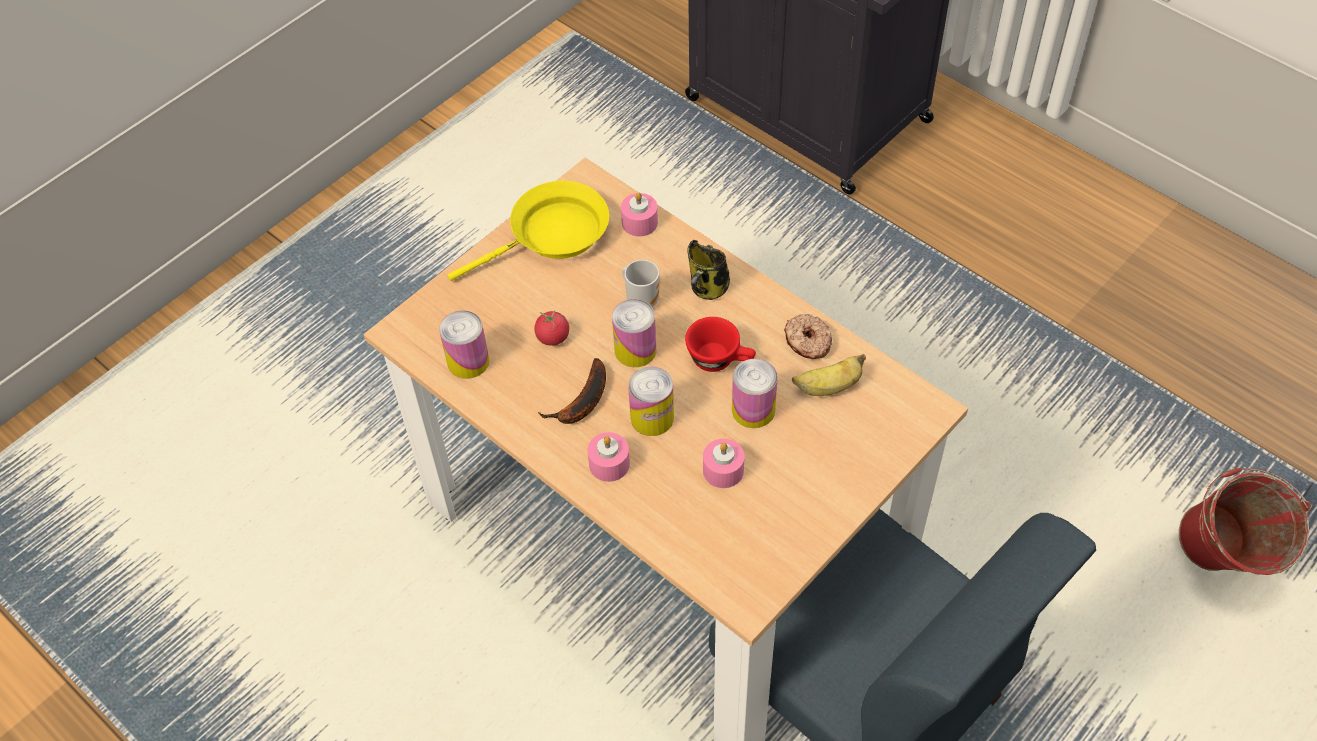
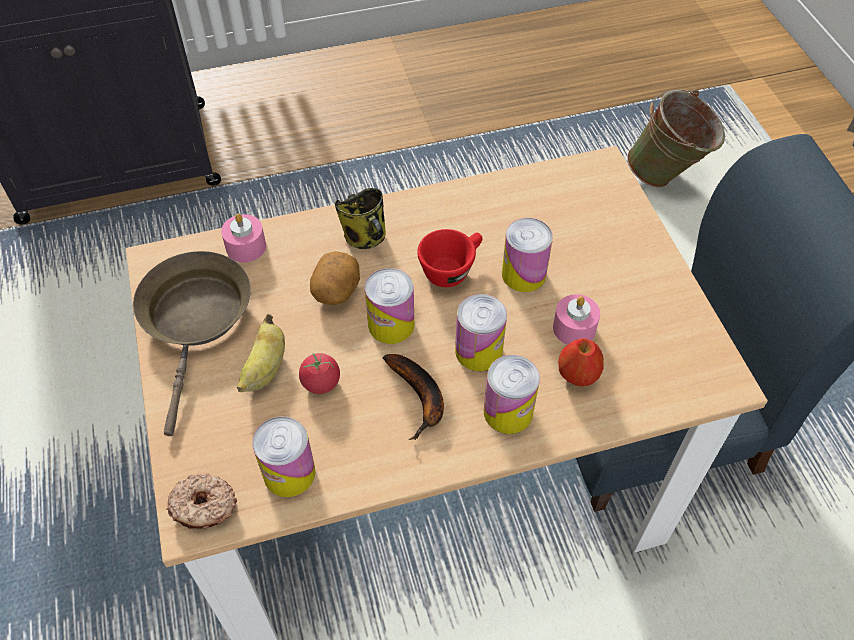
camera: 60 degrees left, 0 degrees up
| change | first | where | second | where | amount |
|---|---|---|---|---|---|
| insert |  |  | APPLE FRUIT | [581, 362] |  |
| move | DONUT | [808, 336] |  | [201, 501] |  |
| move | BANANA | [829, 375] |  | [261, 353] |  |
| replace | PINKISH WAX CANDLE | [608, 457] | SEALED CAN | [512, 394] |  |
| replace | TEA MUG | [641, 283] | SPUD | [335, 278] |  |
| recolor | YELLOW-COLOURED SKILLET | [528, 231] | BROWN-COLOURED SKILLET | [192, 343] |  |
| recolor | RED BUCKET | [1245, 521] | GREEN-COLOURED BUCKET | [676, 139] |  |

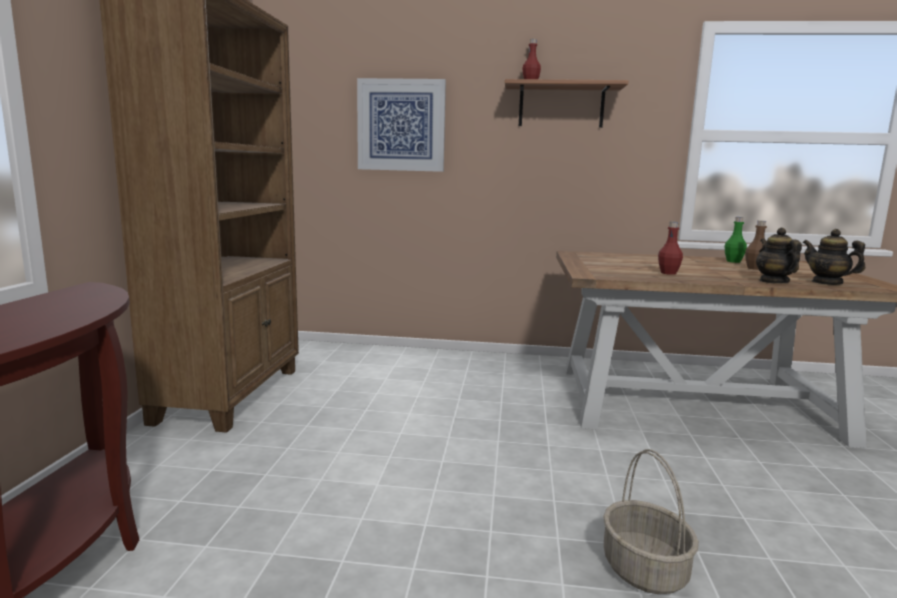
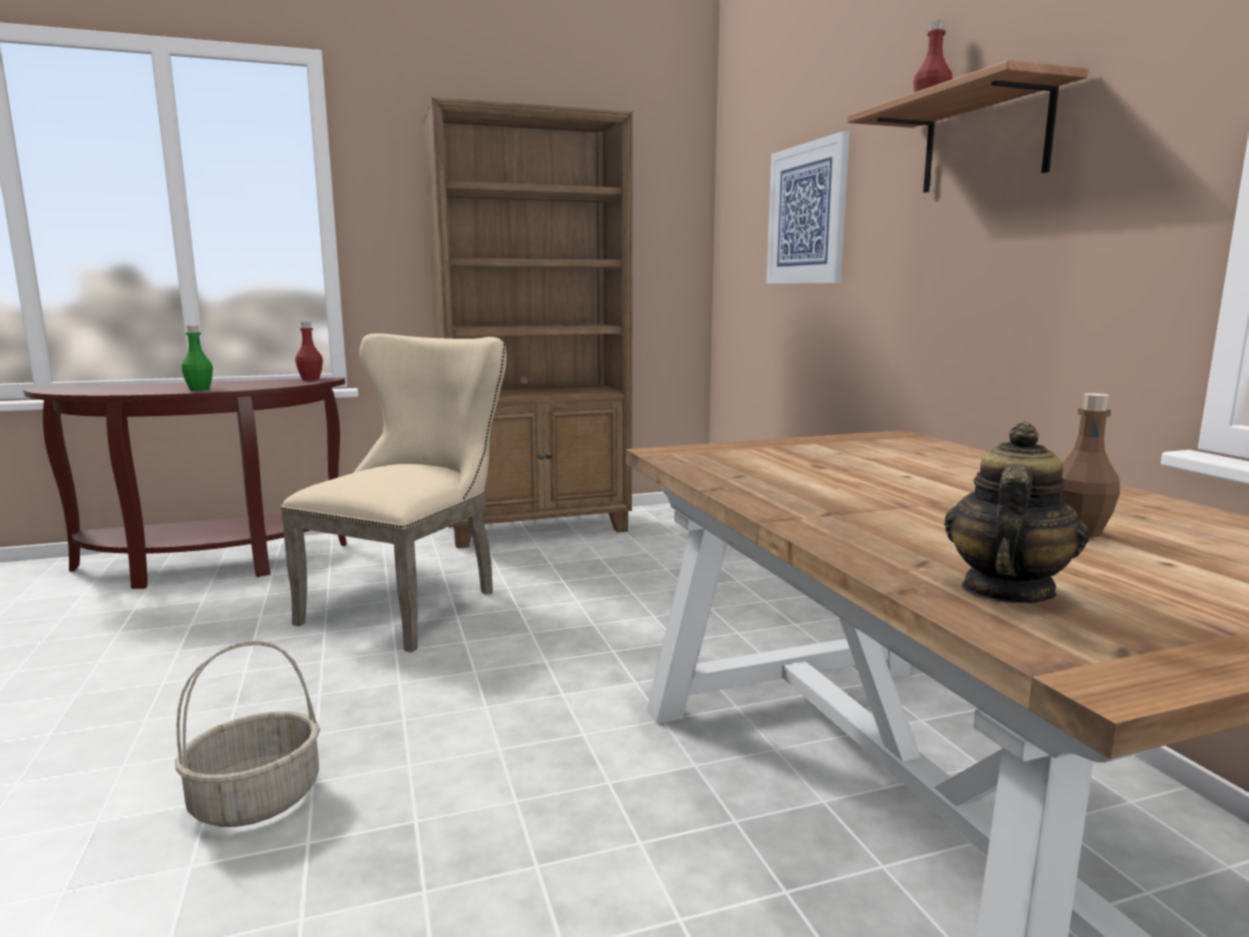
camera: 65 degrees right, 0 degrees up
| change | first | where | second | where | amount |
|---|---|---|---|---|---|
| delete | TEA POT | [779, 256] |  |  |  |
| insert |  |  | SAND-COLOURED CHAIR | [393, 492] |  |
| move | RED BOTTLE | [670, 248] |  | [309, 351] |  |
| move | GREEN-COLOURED BOTTLE | [736, 240] |  | [197, 358] |  |

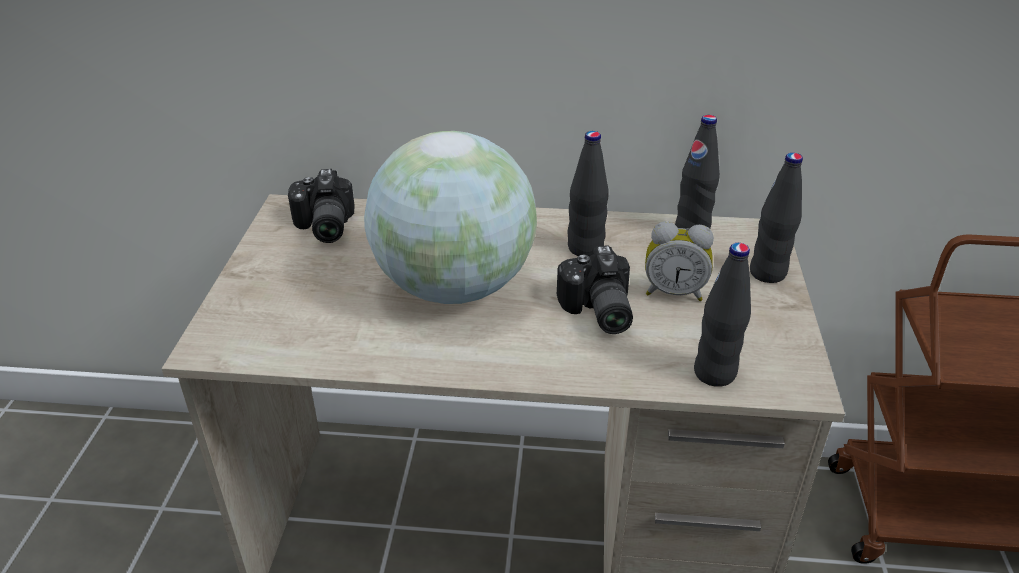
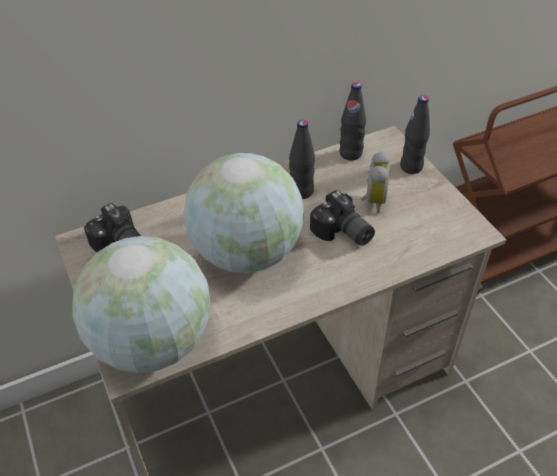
camera: 30 degrees left, 10 degrees up
| change | first | where | second | where | amount |
|---|---|---|---|---|---|
| delete | BLACKISH BOTTLE | [722, 315] |  |  |  |
| insert |  |  | GLOBE | [141, 304] |  |
| rotate | ALARM CLOCK | [679, 261] |  | [375, 182] | 60 degrees counterclockwise |

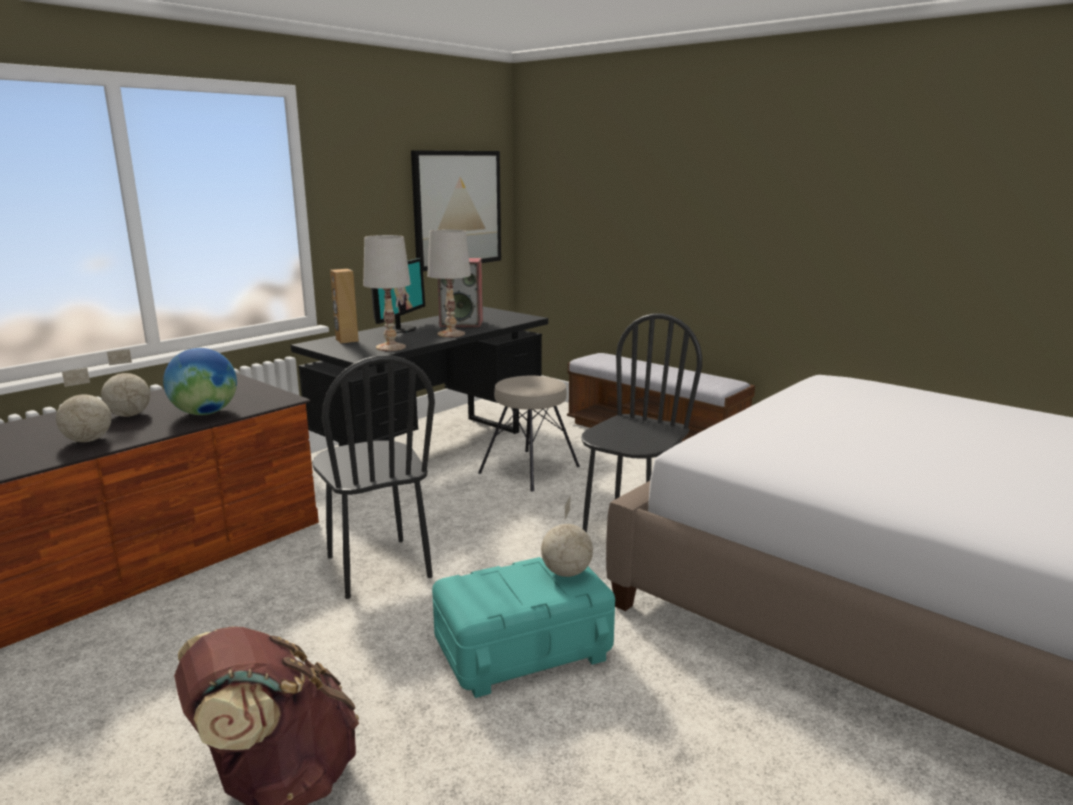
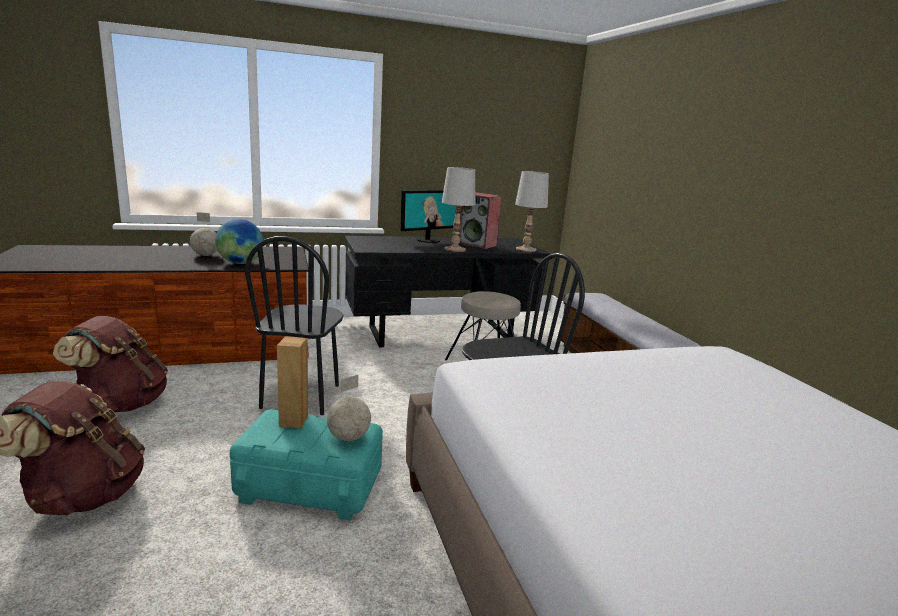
camera: 30 degrees right, 0 degrees up
| change | first | where | second | where | amount |
|---|---|---|---|---|---|
| delete | GLOBE | [83, 405] |  |  |  |
| delete | PICTURE | [456, 210] |  |  |  |
| insert |  |  | BROWN-COLOURED BACKPACK | [110, 364] |  |
| move | BROWN-COLOURED LOUDSPEAKER | [344, 306] |  | [292, 382] |  |
| move | WHITE TABLETOP LAMP | [387, 293] |  | [532, 211] |  |

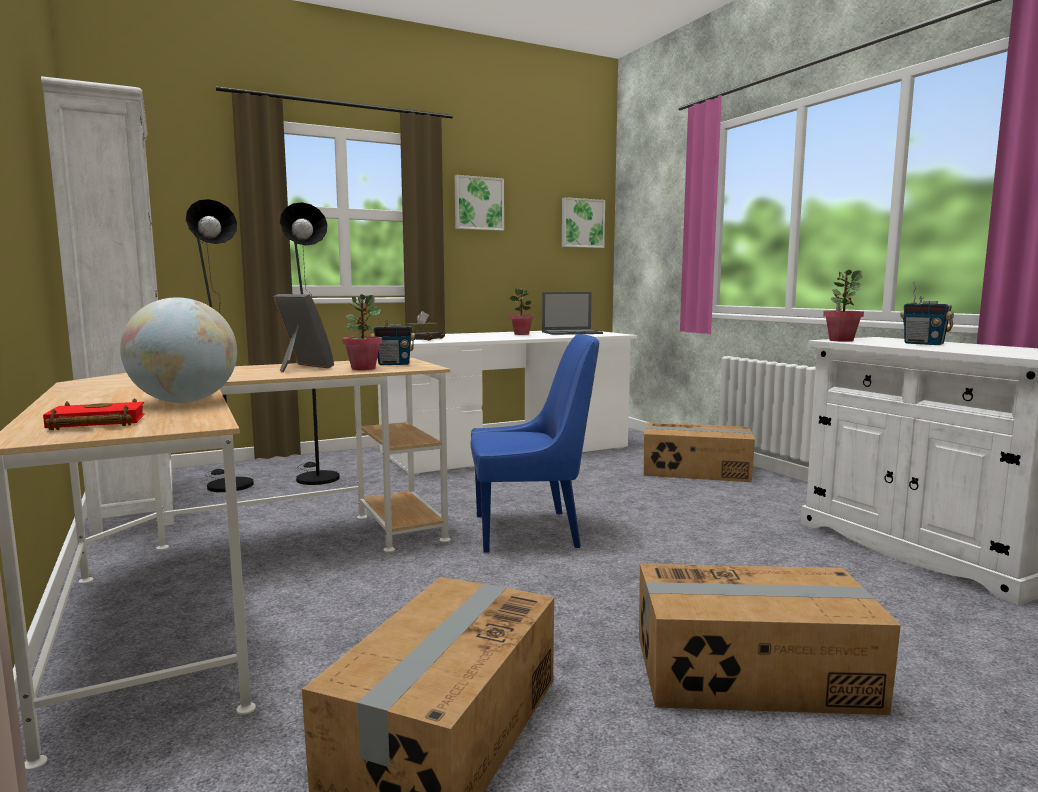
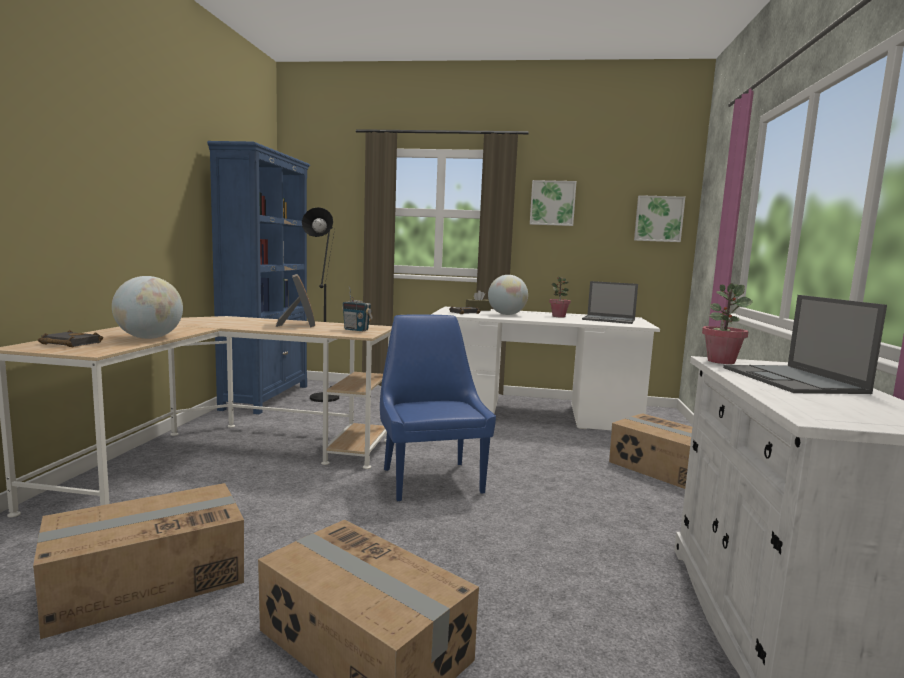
camera: 35 degrees right, 0 degrees up
| change | first | where | second | where | amount |
|---|---|---|---|---|---|
| delete | BLACKISH STANDING LAMP | [309, 343] |  |  |  |
| delete | HOUSEPLANT | [362, 332] |  |  |  |
| insert |  |  | GLOBE | [508, 295] |  |
| replace | RADIO RECEIVER | [927, 313] | LAPTOP | [805, 344] |  |
| recolor | WHITE SHELVING UNIT | [107, 306] | BLUE SHELVING UNIT | [258, 277] |  |
| recolor | RED BOUND BOOK | [94, 414] | BLACKISH BOUND BOOK | [70, 338] |  |
| rotate | BLUE CHAIR | [535, 443] |  | [438, 407] | 135 degrees counterclockwise |

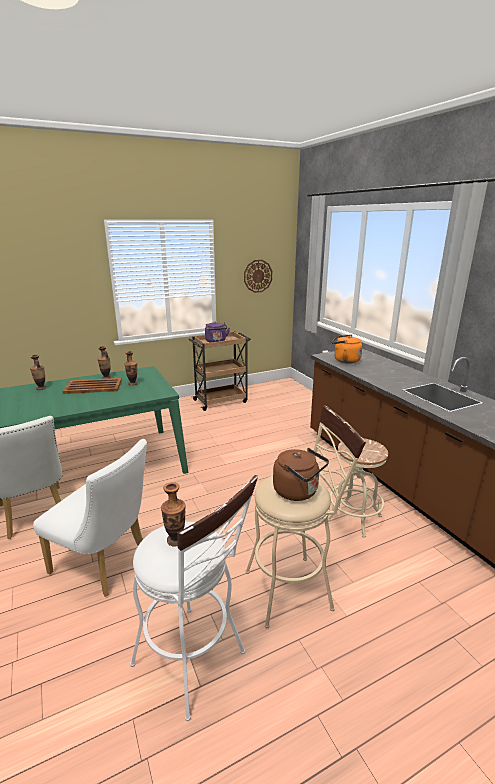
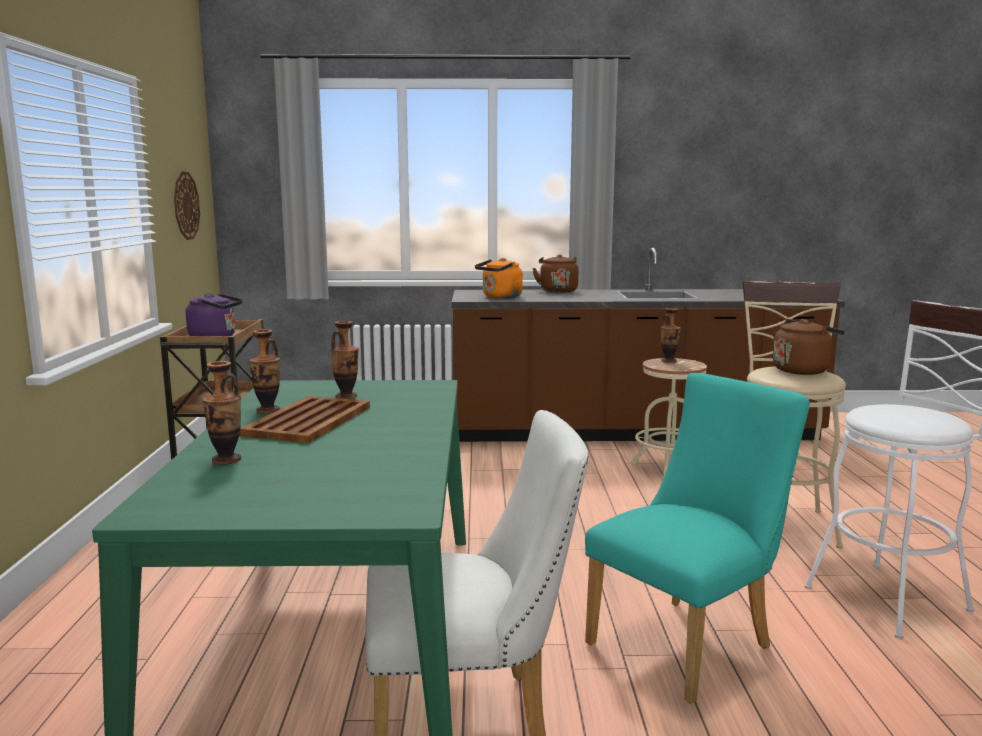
camera: 65 degrees left, 10 degrees down
| change | first | where | second | where | amount |
|---|---|---|---|---|---|
| insert |  |  | BROWN-COLOURED WATER KETTLE | [555, 273] |  |
| move | DECORATIVE VASE | [173, 514] |  | [671, 335] |  |
| recolor | WHITE CHAIR | [90, 518] | TURQUOISE CHAIR | [697, 538] |  |

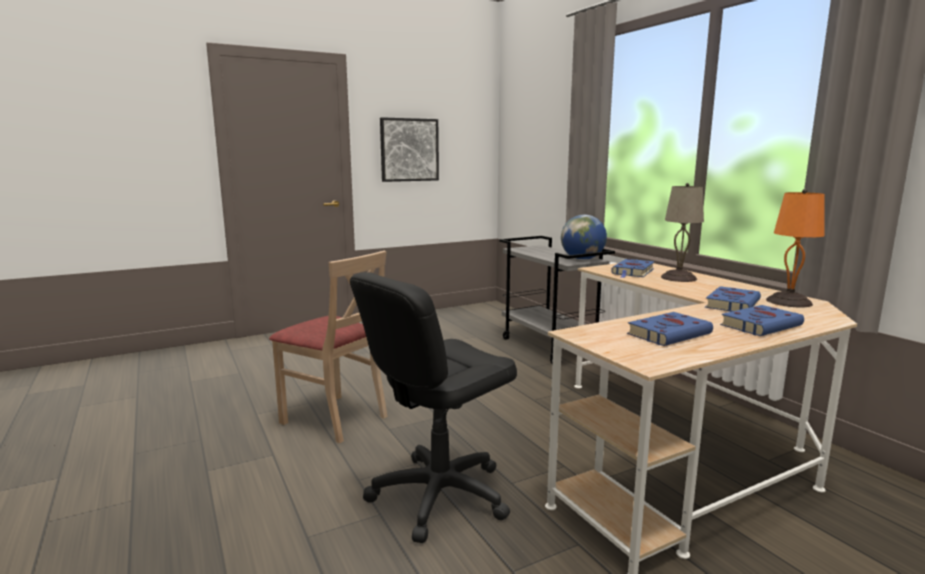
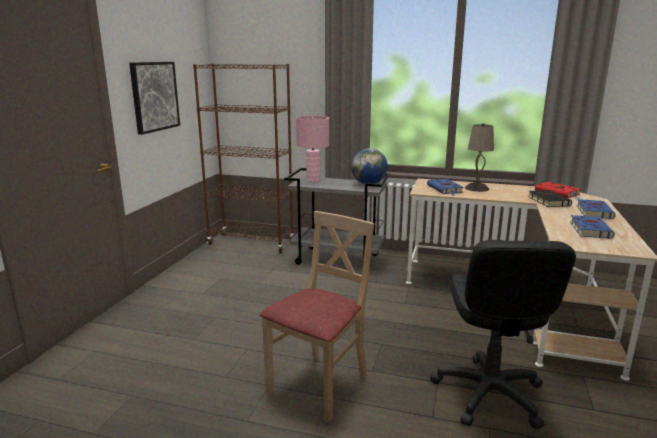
camera: 45 degrees left, 5 degrees up
| change | first | where | second | where | amount |
|---|---|---|---|---|---|
| insert |  |  | BROWN-COLOURED SHELVING UNIT | [243, 158] |  |
| insert |  |  | PINKISH TABLETOP LAMP | [312, 149] |  |
| replace | ORANGE TABLETOP LAMP | [795, 248] | RED BOUND BOOK | [557, 190] |  |
| recolor | BLUE BOUND BOOK | [733, 299] | BLACKISH BOUND BOOK | [550, 198] |  |
| rotate | SAND-COLOURED CHAIR | [328, 347] |  | [316, 316] | 45 degrees counterclockwise |

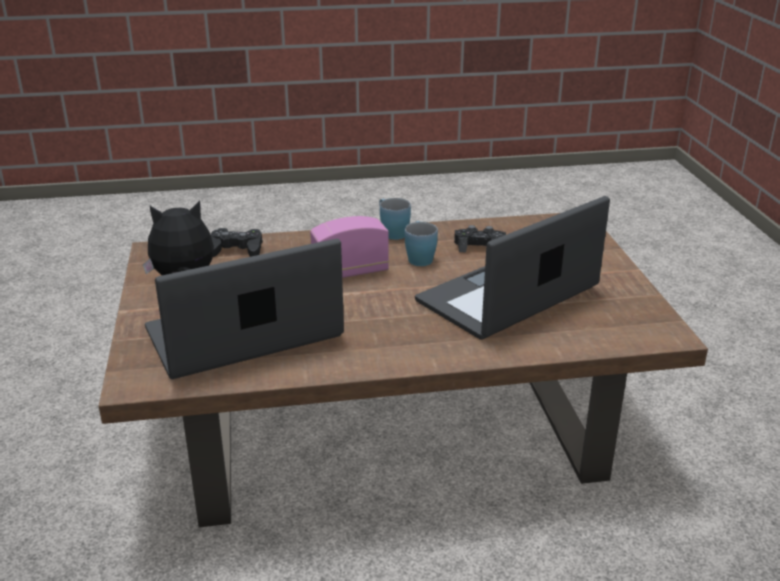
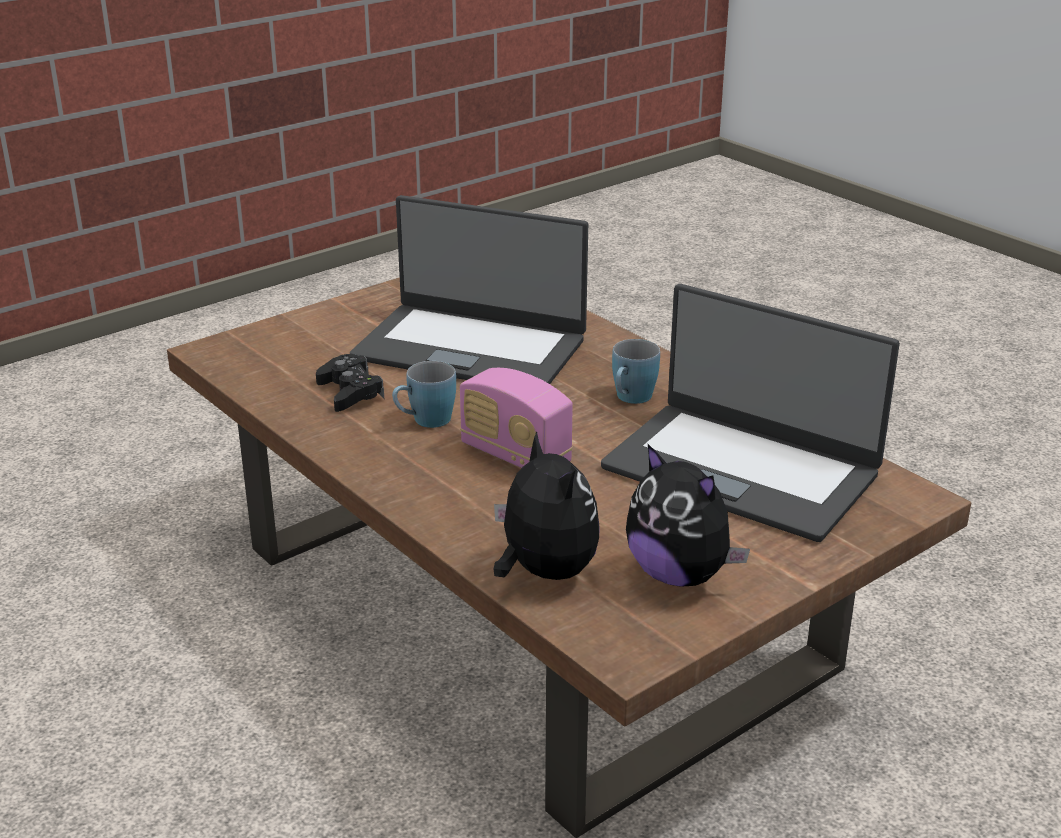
camera: 120 degrees left, 0 degrees up
| change | first | where | second | where | amount |
|---|---|---|---|---|---|
| move | BLUE TEA MUG | [395, 219] |  | [636, 371] |  |
| replace | BLACKISH GAMEPAD | [237, 242] | PLUSH TOY | [546, 505] |  |

